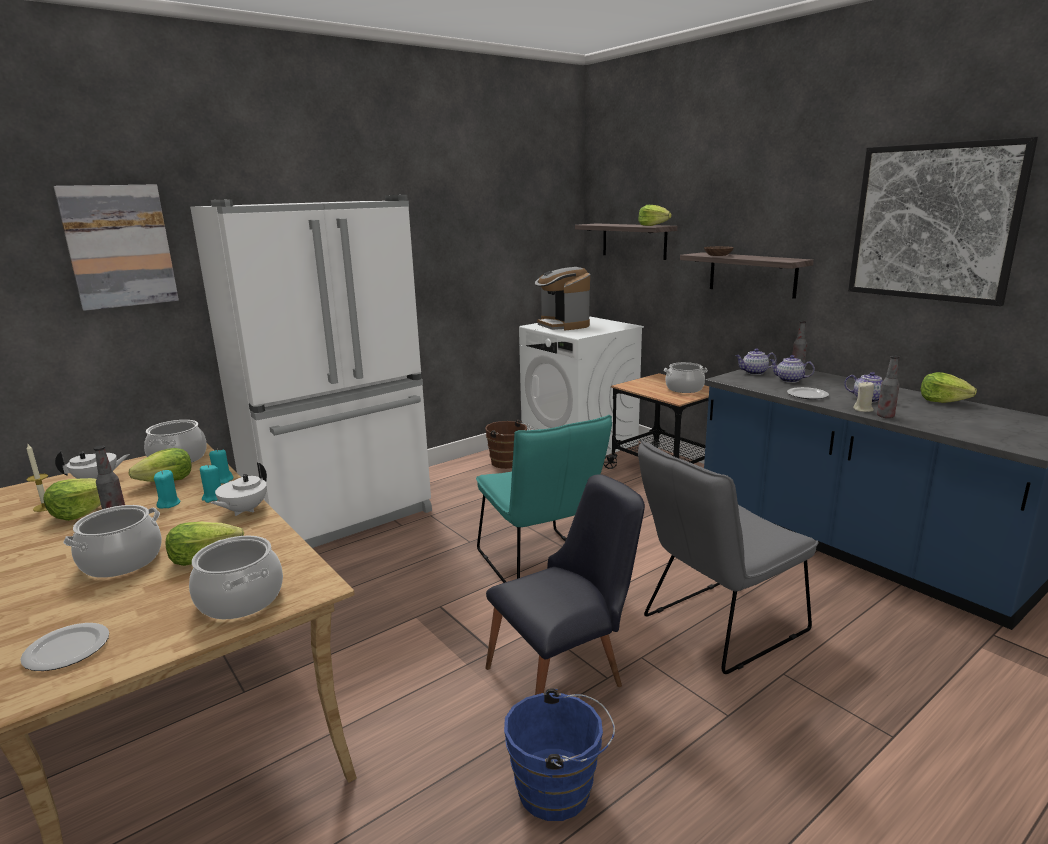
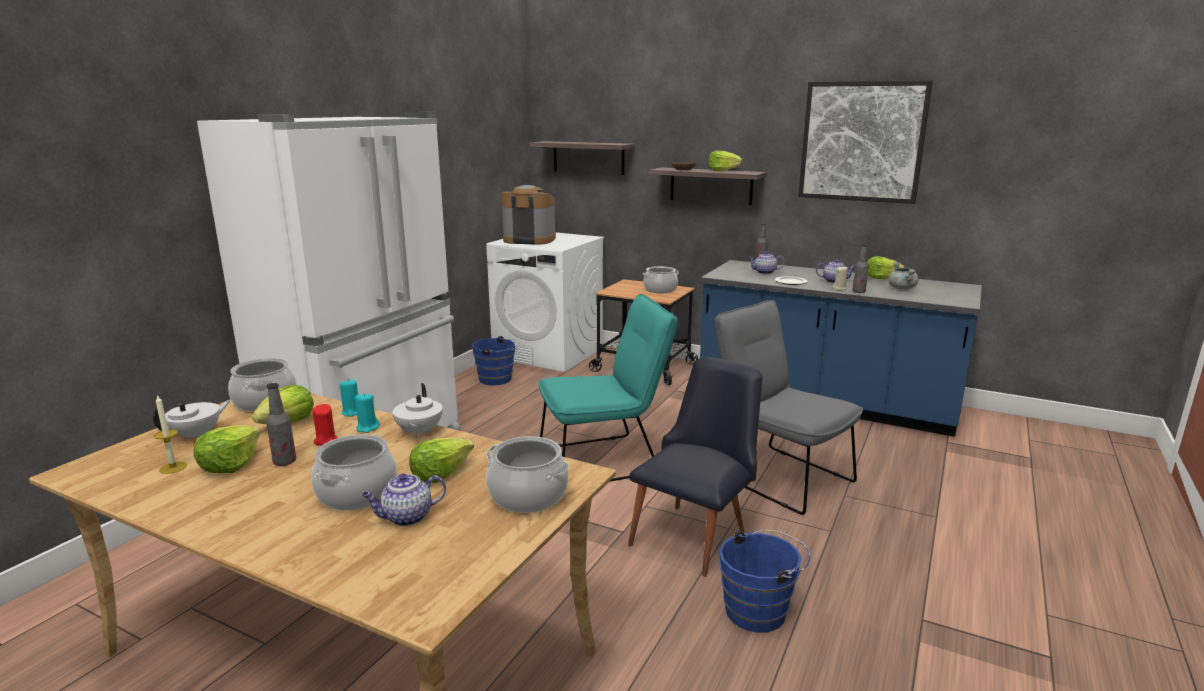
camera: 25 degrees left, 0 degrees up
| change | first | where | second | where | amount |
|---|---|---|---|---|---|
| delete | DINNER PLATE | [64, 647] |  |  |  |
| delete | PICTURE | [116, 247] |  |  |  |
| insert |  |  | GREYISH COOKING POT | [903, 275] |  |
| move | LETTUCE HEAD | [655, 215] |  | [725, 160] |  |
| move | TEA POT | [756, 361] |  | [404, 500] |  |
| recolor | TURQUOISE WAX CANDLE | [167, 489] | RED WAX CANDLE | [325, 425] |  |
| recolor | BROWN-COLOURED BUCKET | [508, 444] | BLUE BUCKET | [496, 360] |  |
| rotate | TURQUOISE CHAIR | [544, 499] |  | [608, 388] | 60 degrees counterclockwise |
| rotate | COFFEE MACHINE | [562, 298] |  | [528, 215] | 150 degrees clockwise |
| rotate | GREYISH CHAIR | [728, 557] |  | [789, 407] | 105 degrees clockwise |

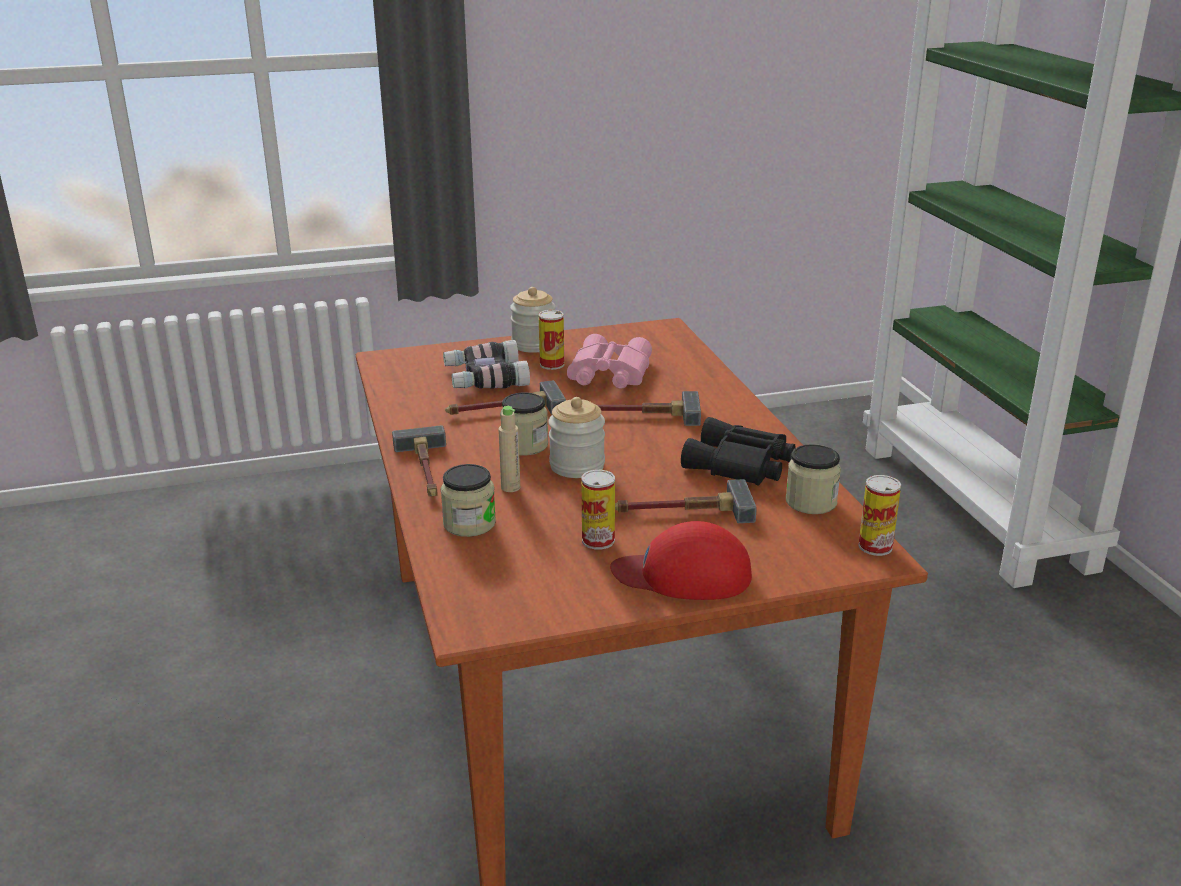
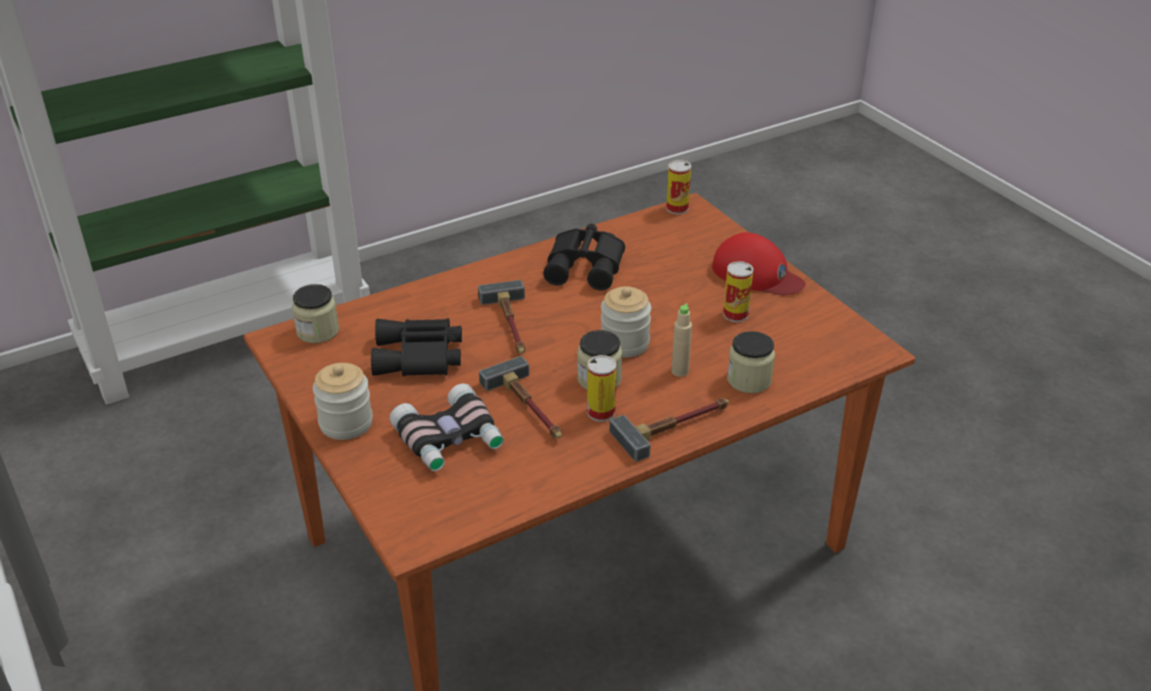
camera: 105 degrees left, 10 degrees up
| change | first | where | second | where | amount |
|---|---|---|---|---|---|
| delete | HAMMER | [686, 501] |  |  |  |
| move | SEALED CAN | [551, 340] |  | [601, 388] |  |
| move | PRESERVE JAR | [813, 479] |  | [315, 313] |  |
| recolor | PINKISH BINOCULARS | [609, 361] | BLACKISH BINOCULARS | [416, 347] |  |
| rotate | RED PEAKED CAP | [681, 560] |  | [759, 263] | 45 degrees counterclockwise |

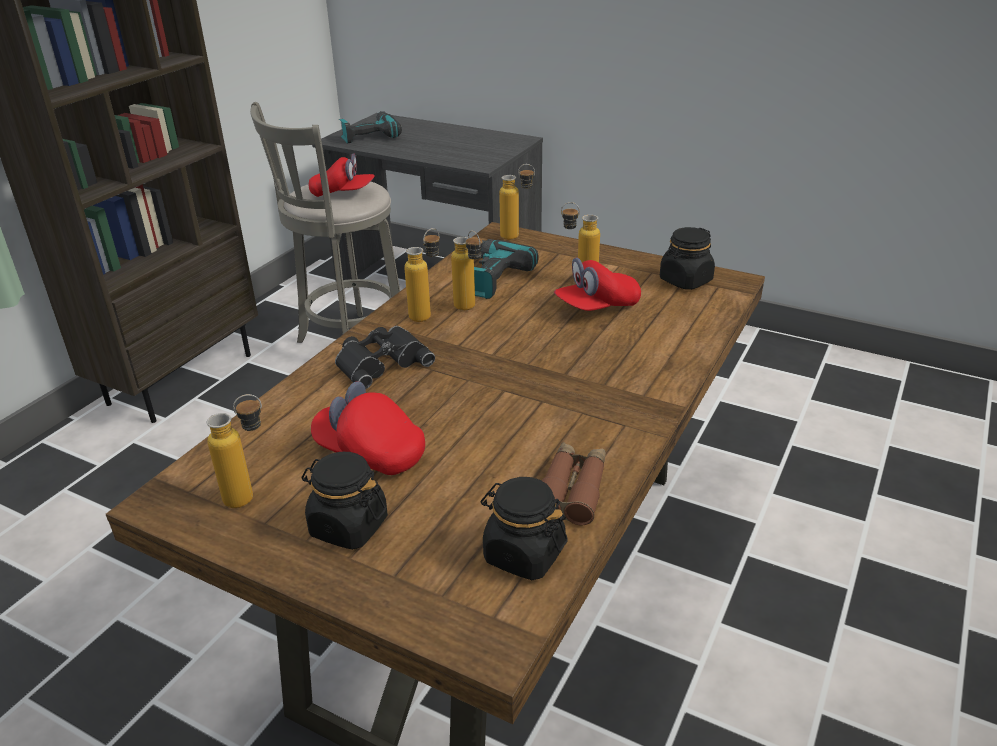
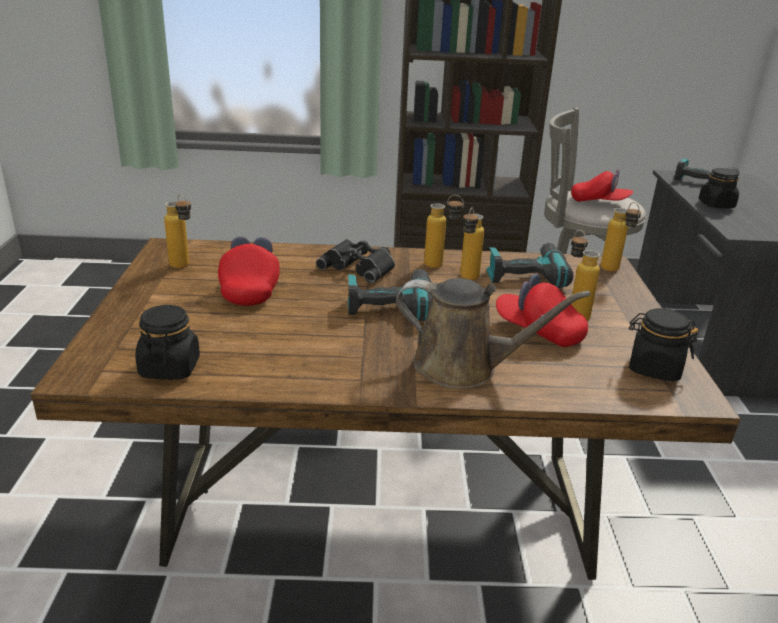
camera: 60 degrees right, 5 degrees down
| change | first | where | second | where | amount |
|---|---|---|---|---|---|
| delete | BROWN-COLOURED BINOCULARS | [573, 484] |  |  |  |
| insert |  |  | ELECTRIC DRILL | [390, 295] |  |
| insert |  |  | BROWN-COLOURED WATERING POT | [493, 333] |  |
| move | BLACKISH PRESERVE JAR | [345, 501] |  | [719, 188] |  |
| rotate | RED PEAKED CAP | [342, 175] |  | [602, 185] | 45 degrees counterclockwise |

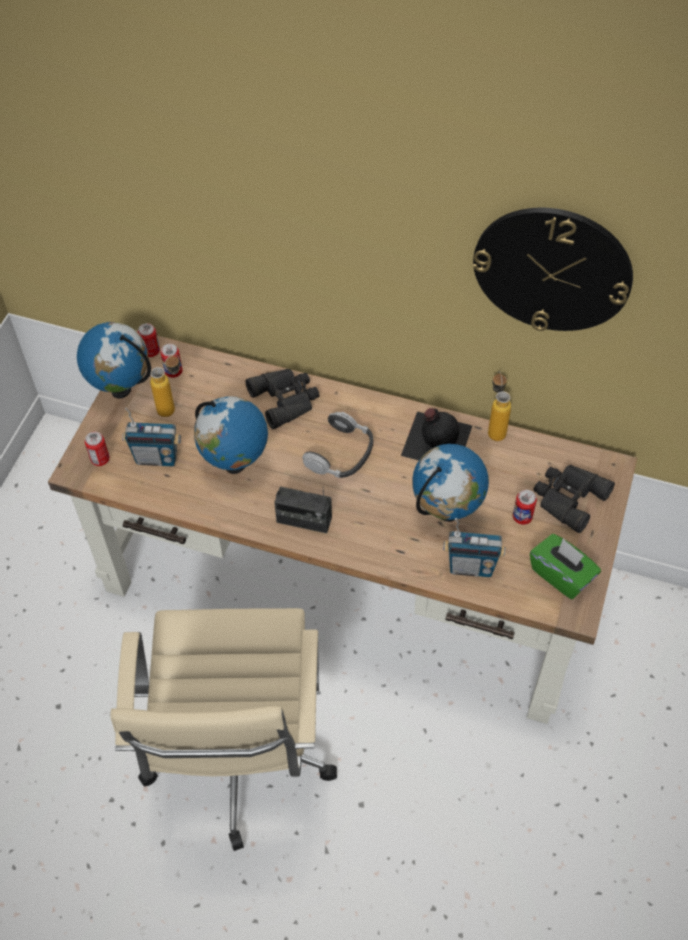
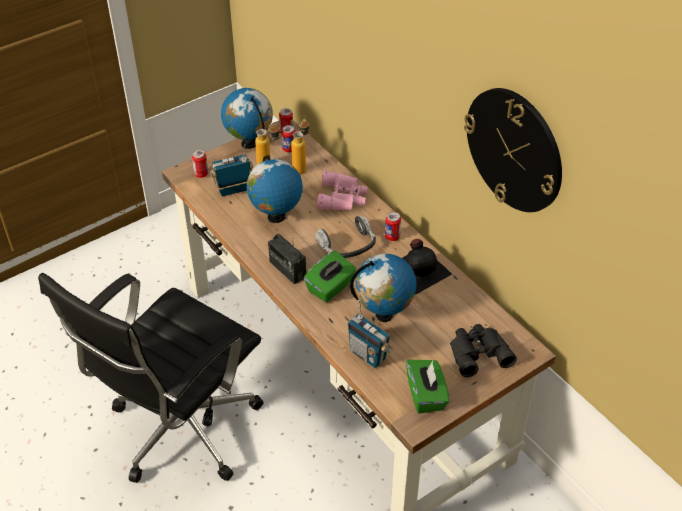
camera: 35 degrees right, 10 degrees down
| change | first | where | second | where | amount |
|---|---|---|---|---|---|
| insert |  |  | GREEN-COLOURED BOX OF TISSUES | [330, 276] |  |
| move | BOTTLE | [499, 406] |  | [300, 146] |  |
| move | SEALED CAN | [525, 507] |  | [393, 226] |  |
| recolor | SAND-COLOURED COMPUTER CHAIR | [223, 729] | BLACKISH COMPUTER CHAIR | [151, 378] |  |
| recolor | BLACKISH BINOCULARS | [282, 399] | PINKISH BINOCULARS | [342, 190] |  |
| rotate | RADIO RECEIVER | [152, 436] |  | [231, 170] | 120 degrees clockwise |

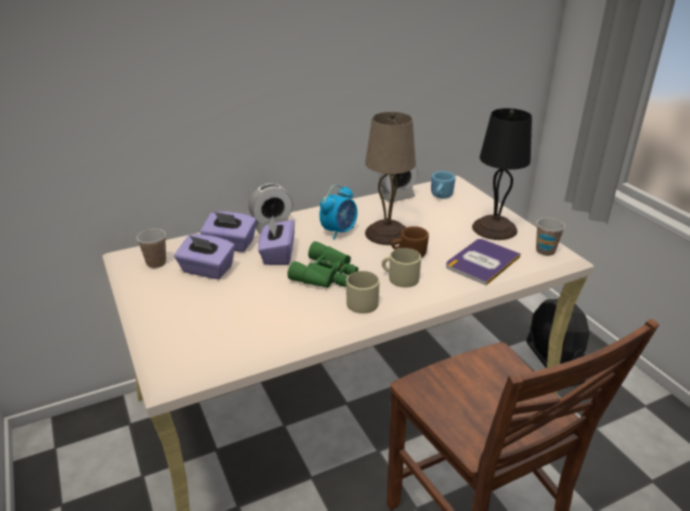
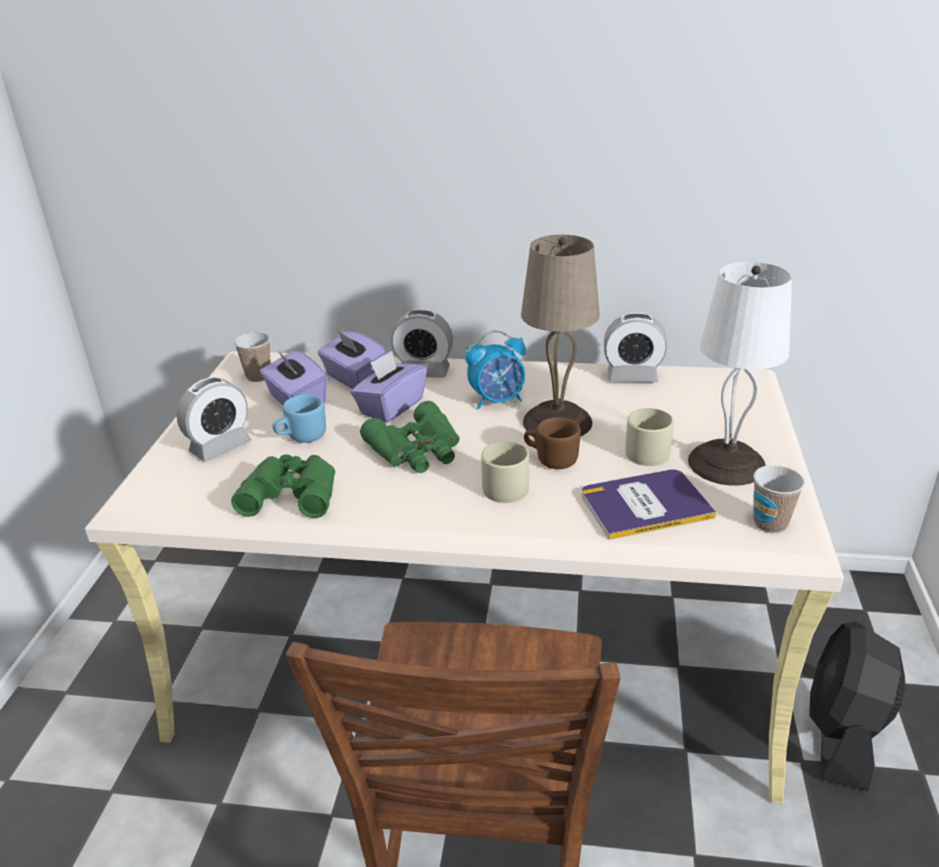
camera: 35 degrees right, 0 degrees up
| change | first | where | second | where | amount |
|---|---|---|---|---|---|
| insert |  |  | ALARM CLOCK | [214, 419] |  |
| insert |  |  | GREEN-COLOURED BINOCULARS | [283, 486] |  |
| move | SAND-COLOURED TEA MUG | [363, 292] |  | [649, 437] |  |
| move | BLUE TEA MUG | [443, 184] |  | [299, 418] |  |
| recolor | BLACKISH TABLETOP LAMP | [502, 174] | WHITE TABLETOP LAMP | [740, 374] |  |

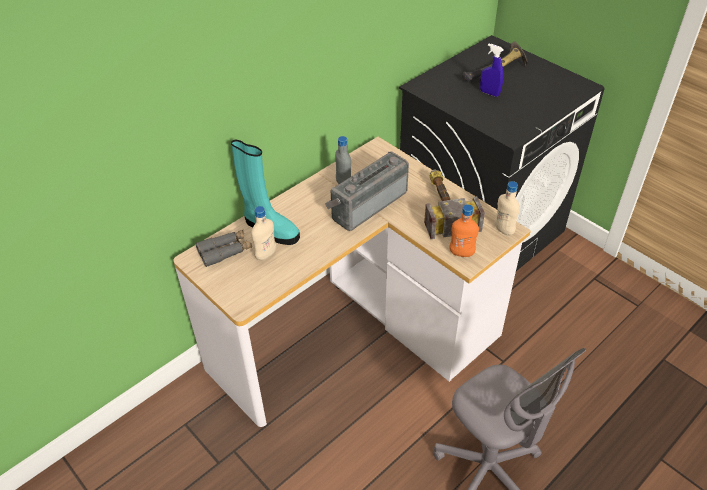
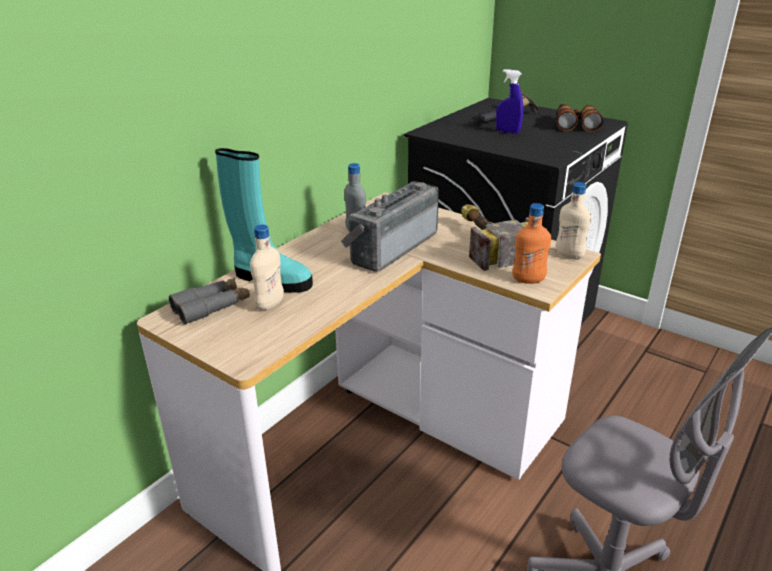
camera: 10 degrees left, 15 degrees down
| change | first | where | second | where | amount |
|---|---|---|---|---|---|
| insert |  |  | BINOCULARS | [580, 118] |  |

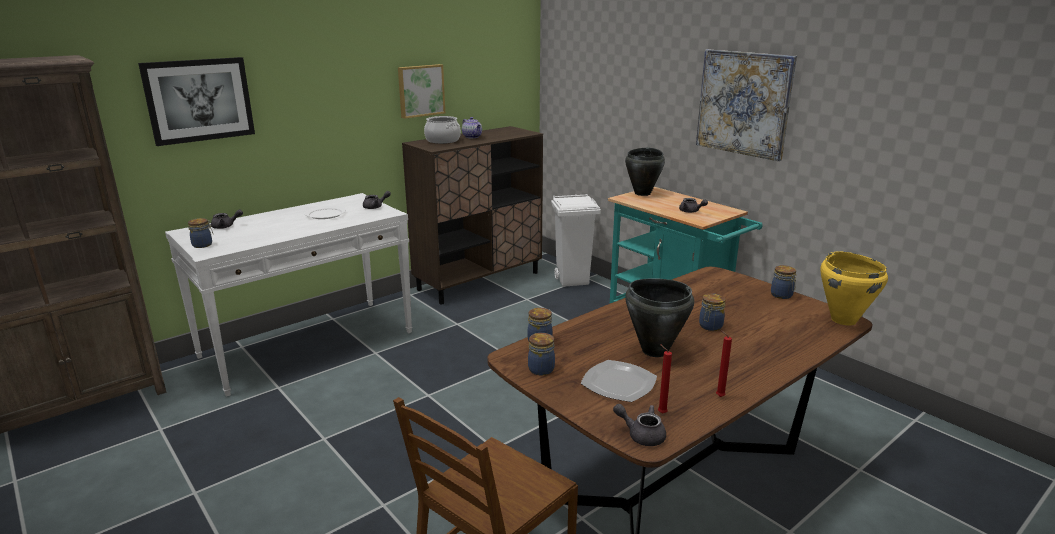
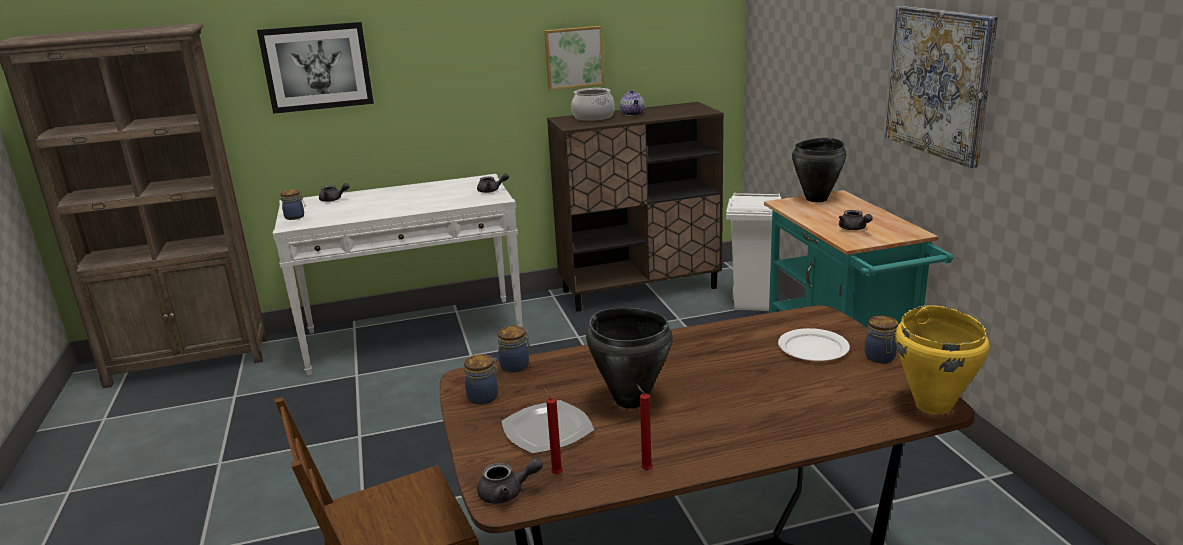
camera: 25 degrees right, 0 degrees up
| change | first | where | second | where | amount |
|---|---|---|---|---|---|
| delete | PRESERVE JAR | [712, 312] |  |  |  |
| move | WHITE DINNER PLATE | [325, 212] |  | [814, 344] |  |
| rotate | GREYISH TEA POT | [639, 425] |  | [510, 481] | 120 degrees clockwise |

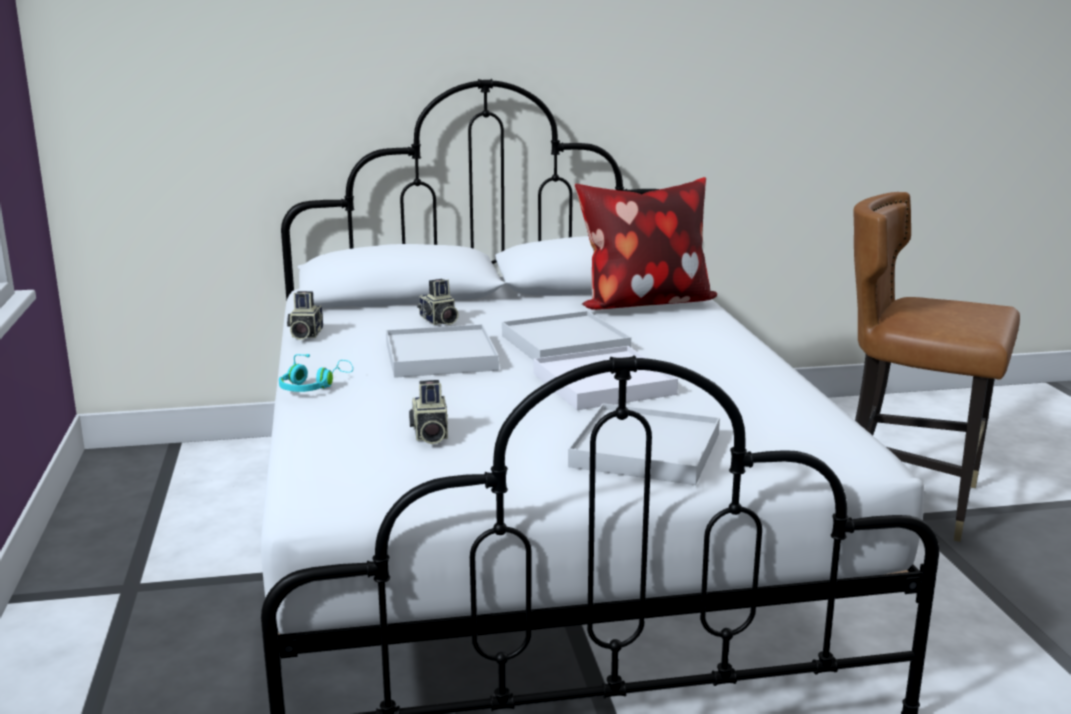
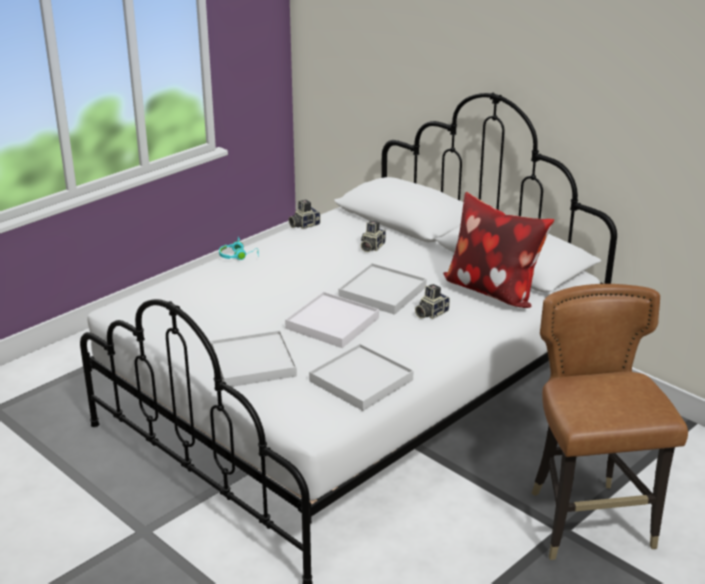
camera: 55 degrees right, 10 degrees up
| change | first | where | second | where | amount |
|---|---|---|---|---|---|
| move | WHITE TRAY | [442, 351] |  | [361, 377] |  |
| move | PHOTO CAMERA | [428, 412] |  | [432, 301] |  |

